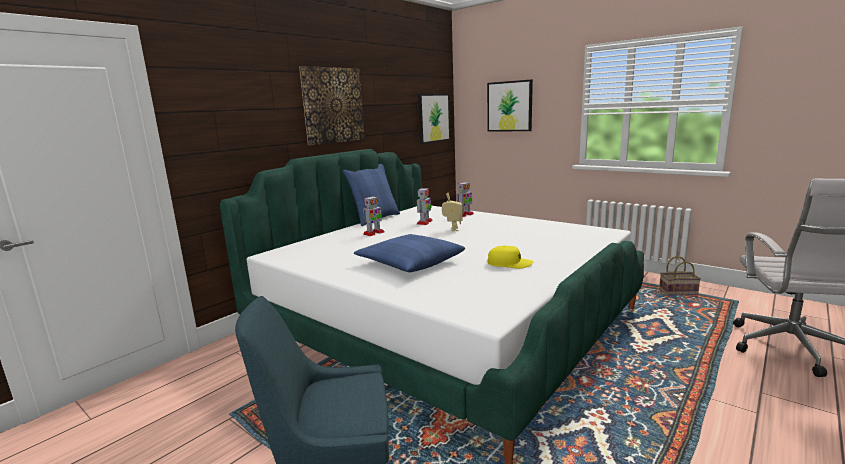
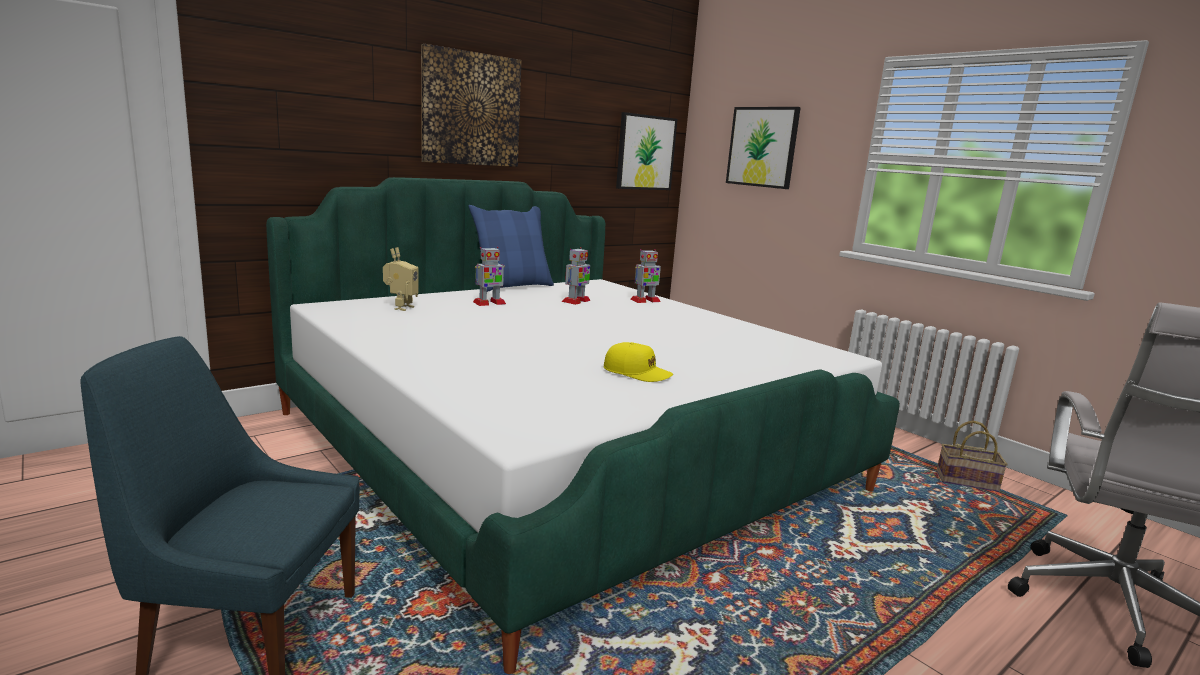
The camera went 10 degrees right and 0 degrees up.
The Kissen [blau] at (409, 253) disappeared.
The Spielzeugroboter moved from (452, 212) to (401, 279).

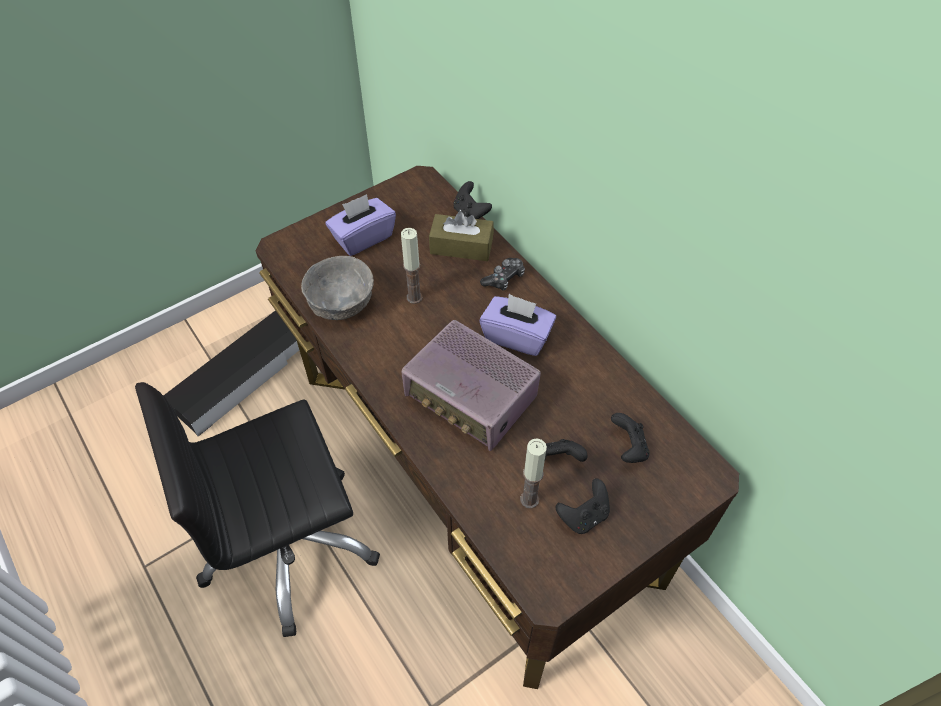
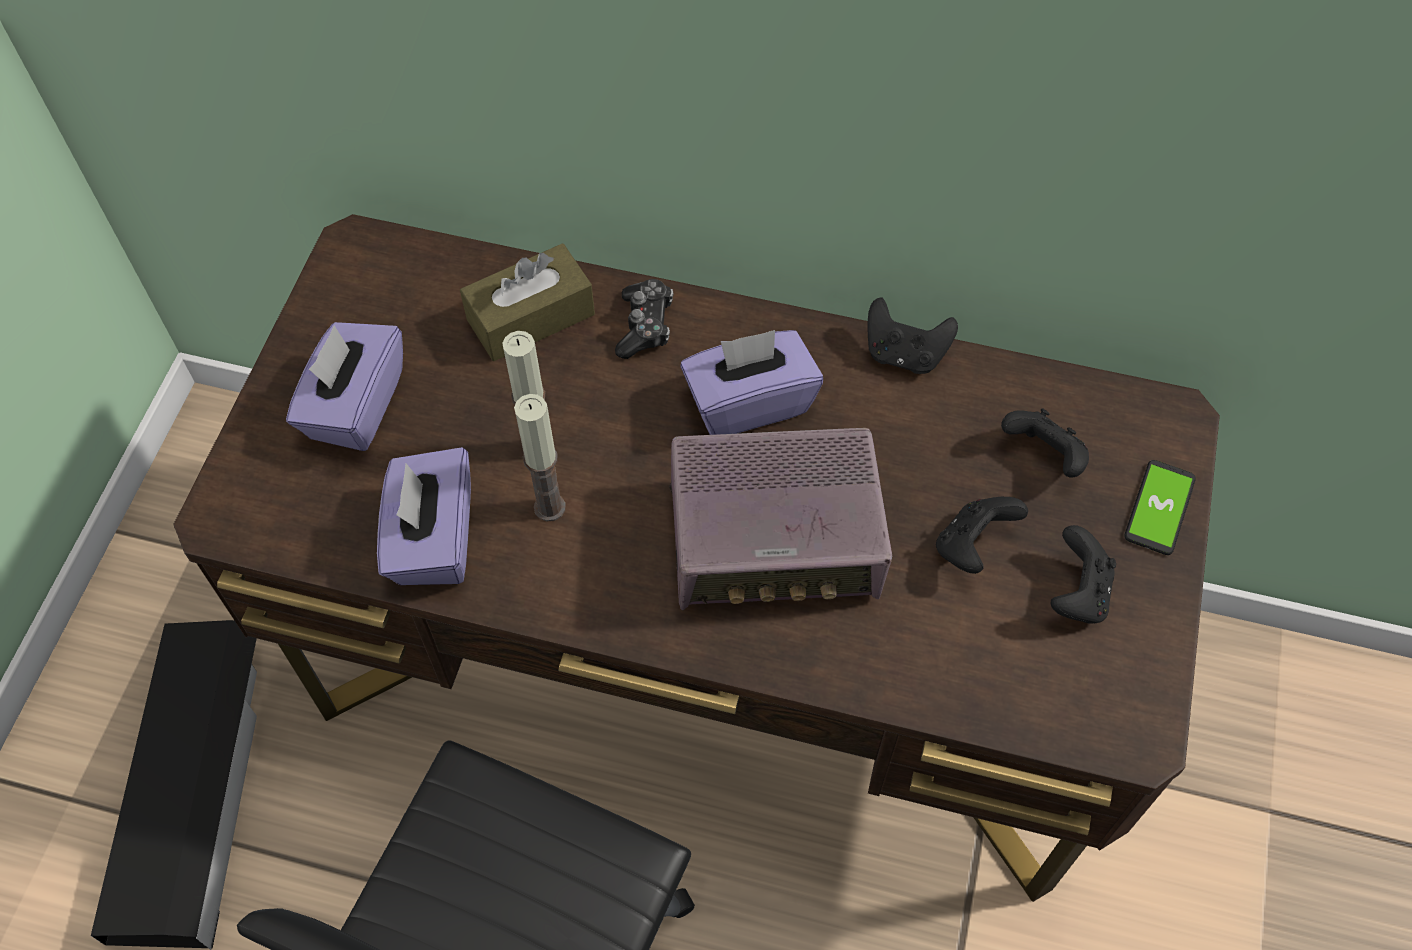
The camera went 40 degrees left and 5 degrees up.
The Handy at (1160, 507) appeared.
The Gamepad [schwarz] moved from (473, 200) to (912, 336).
The Kerze moved from (533, 473) to (540, 457).
The Schüssel [grau] at (337, 288) was replaced by the Taschentuchbox [lila] at (424, 516).

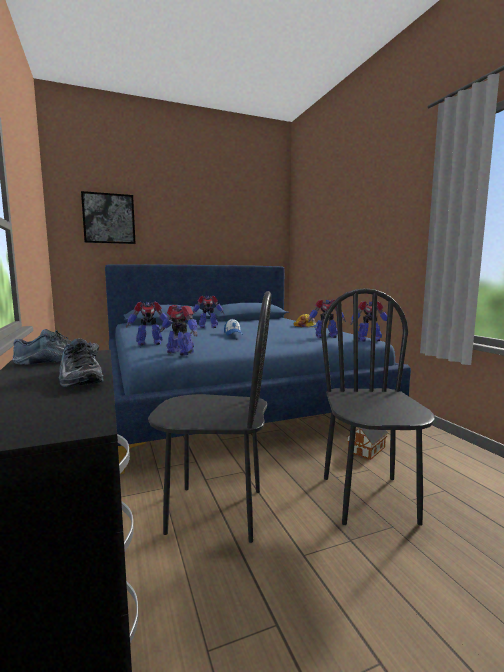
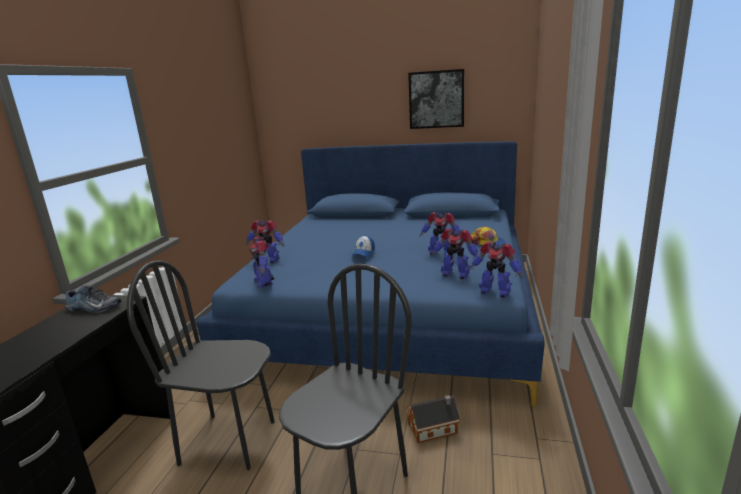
The camera went 35 degrees right and 10 degrees up.
The Schuh at (81, 362) disappeared.
The Bild moved from (108, 217) to (436, 99).
The Spielzeugroboter moved from (208, 312) to (440, 233).
The Stuhl [schwarz] at (209, 417) turned 150 degrees clockwise.

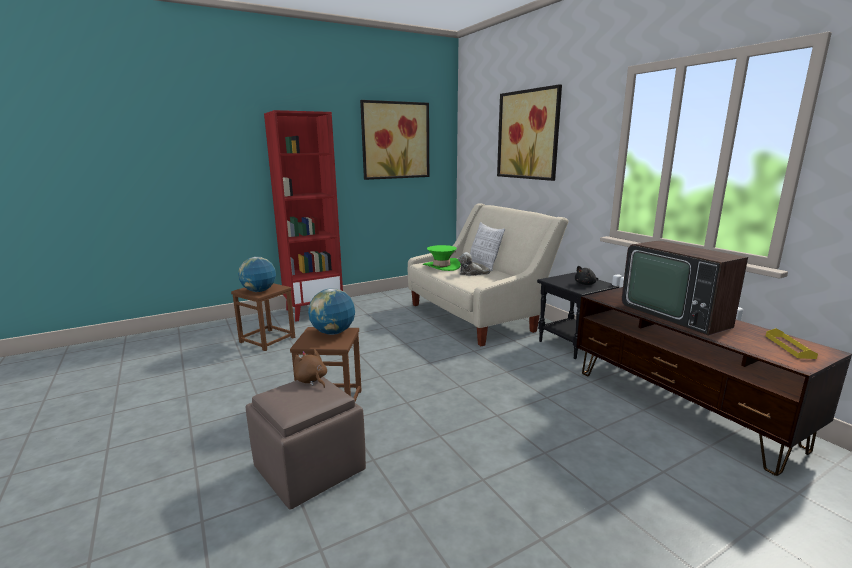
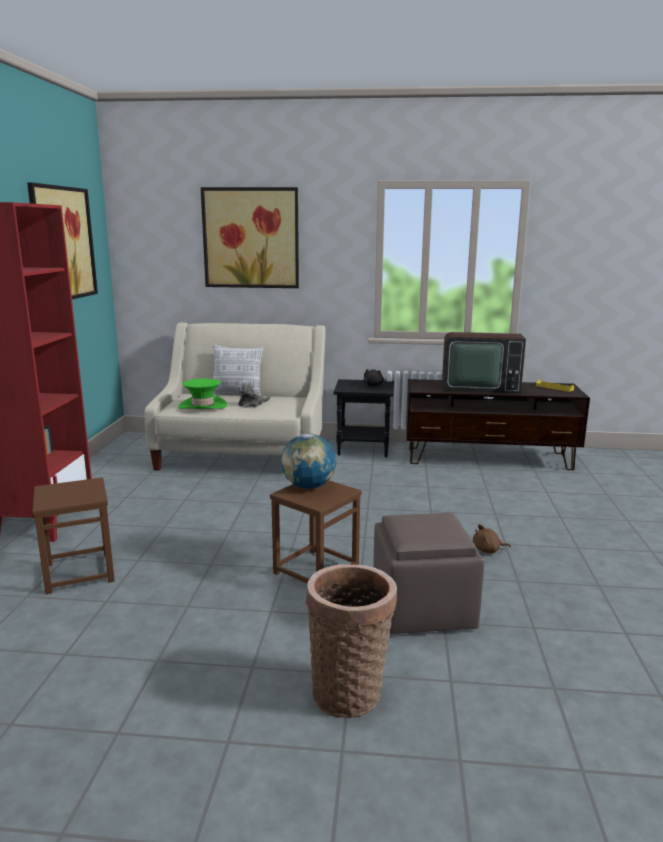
The camera went 55 degrees left and 0 degrees up.
The Globus at (257, 274) disappeared.
The Korb at (351, 641) appeared.
The Plüschtier [braun] moved from (310, 368) to (492, 538).

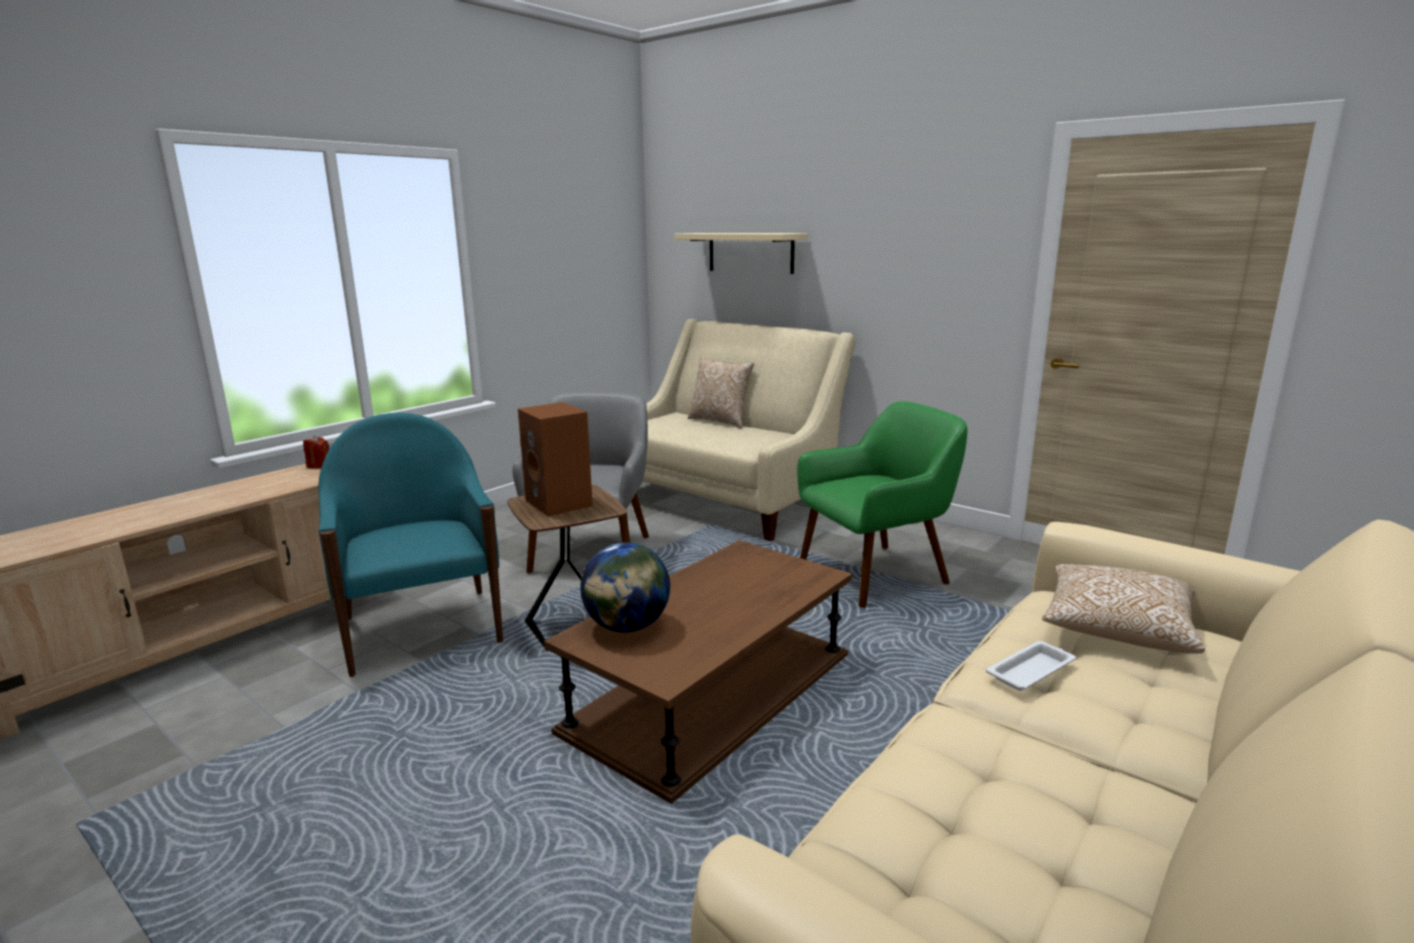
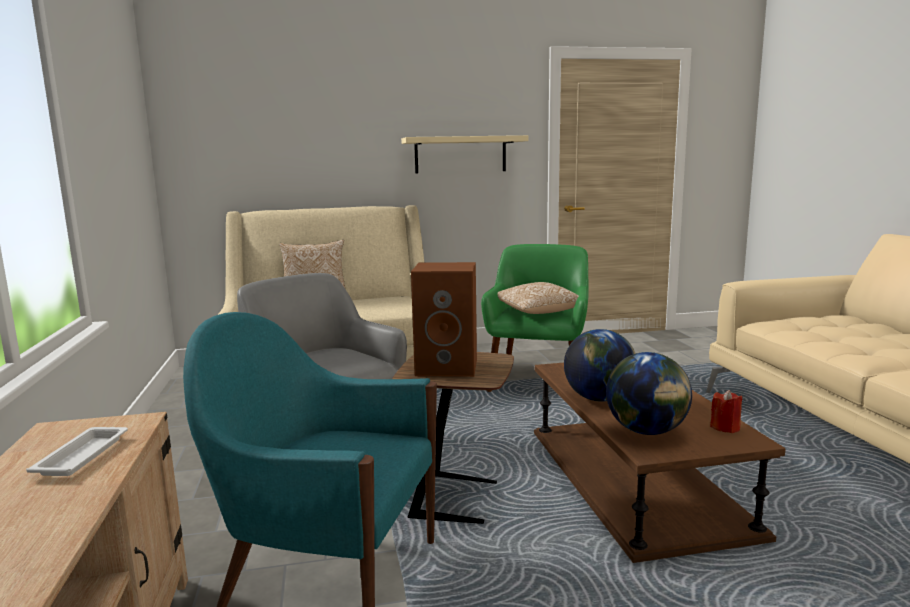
The camera went 50 degrees left and 5 degrees down.
The Globus at (600, 365) appeared.
The Kerze [rot] moved from (316, 452) to (726, 411).
The Wandregal [beige] moved from (740, 253) to (464, 154).
The Tablett [weiß] moved from (1031, 666) to (77, 451).
The Kissen moved from (1123, 609) to (538, 298).

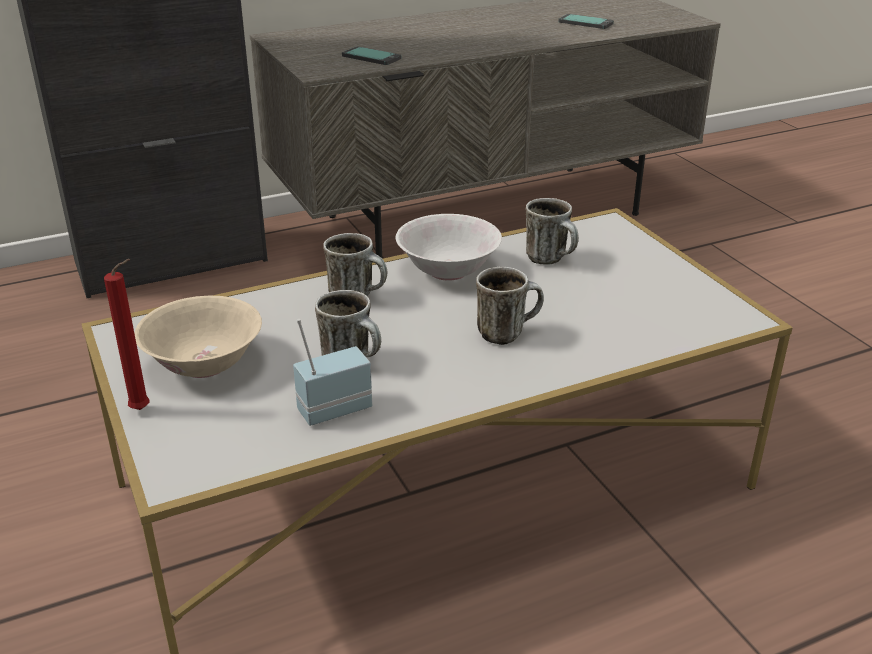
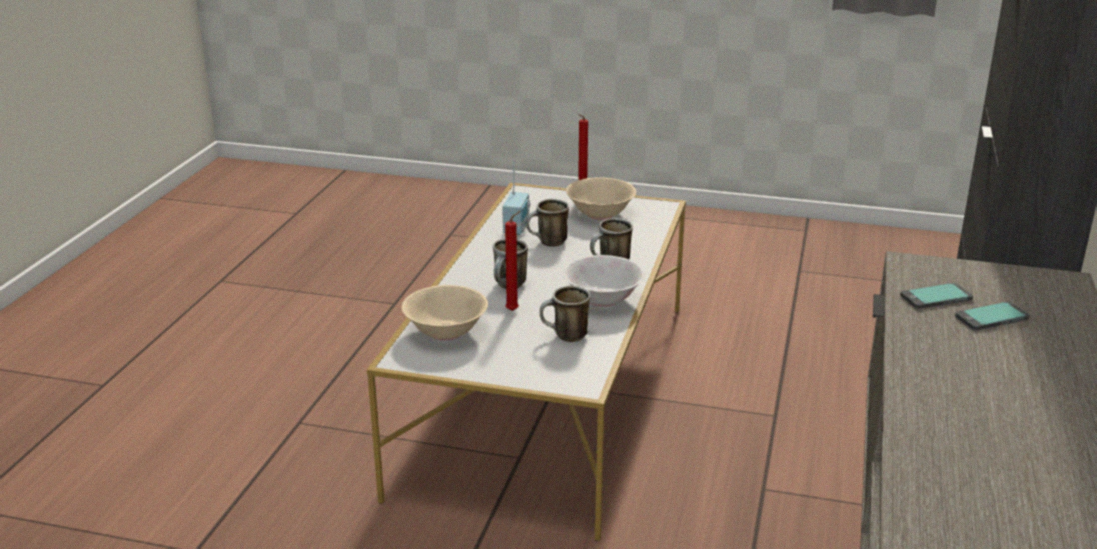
The camera went 130 degrees right and 5 degrees down.
The Schüssel [beige] at (445, 312) appeared.
The Kerze [rot] at (513, 261) appeared.
The Handy moved from (586, 21) to (992, 316).

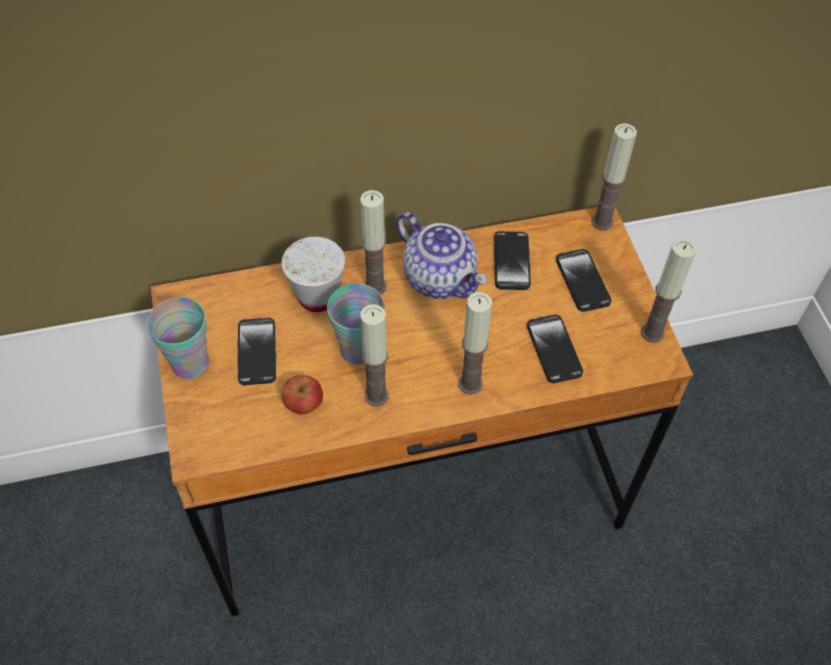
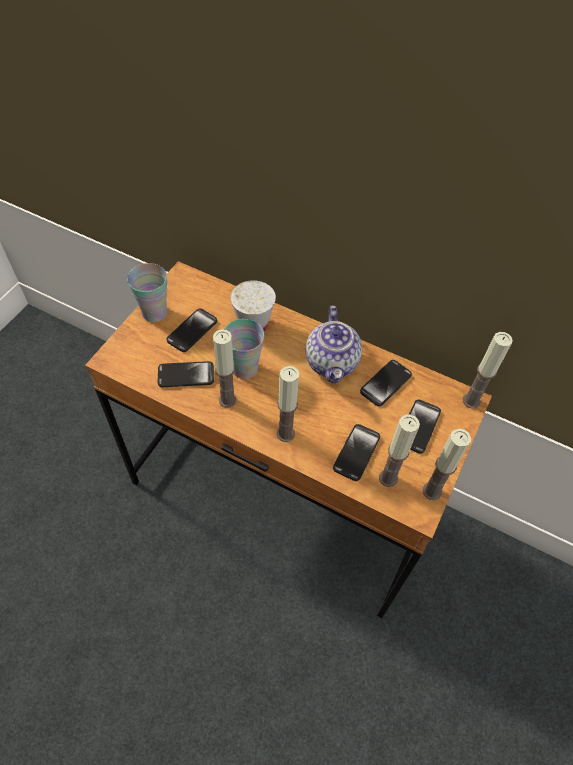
The camera went 40 degrees right and 0 degrees up.
The Kerze moved from (373, 242) to (399, 450).
The Apfel at (302, 395) was replaced by the Handy at (186, 374).

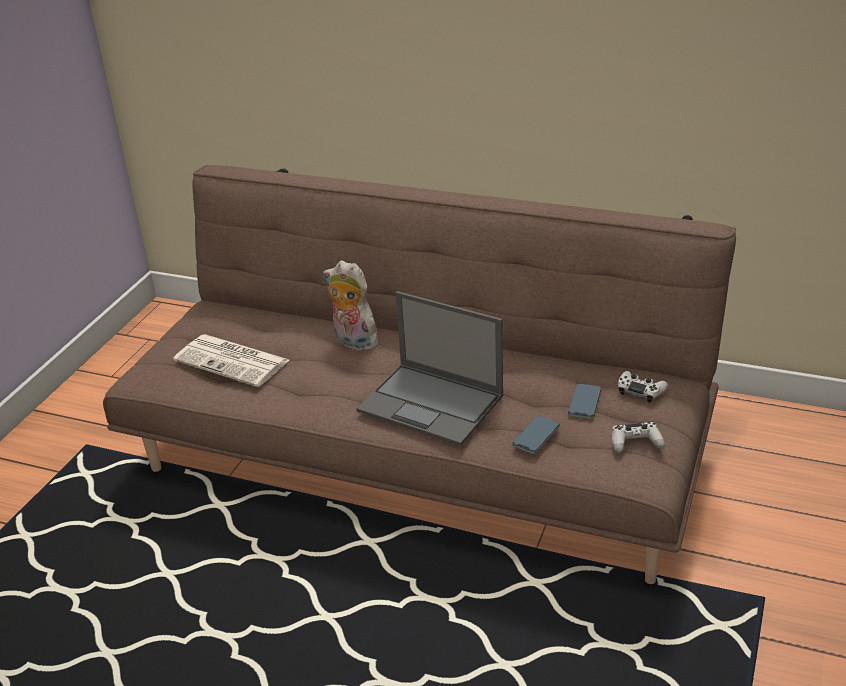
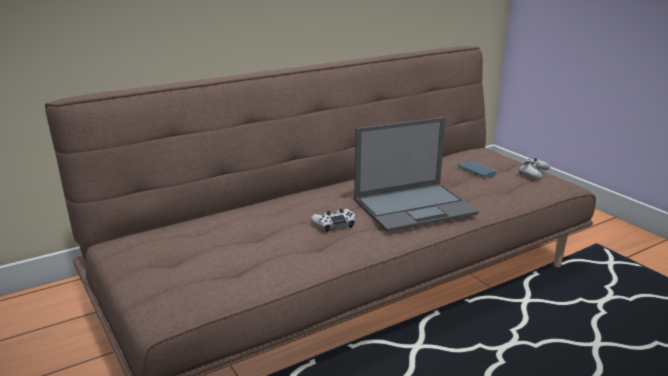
The camera went 55 degrees left and 10 degrees down.
The Zeitung at (231, 360) disappeared.
The Plüschtier at (352, 305) disappeared.
The Handy at (536, 435) disappeared.
The Gamepad [weiß] moved from (643, 387) to (333, 220).

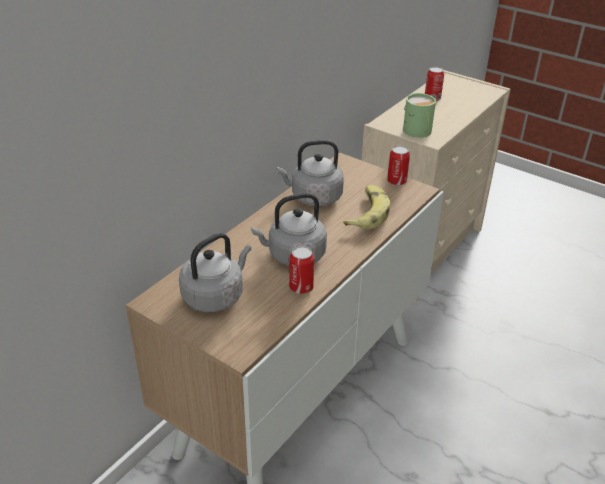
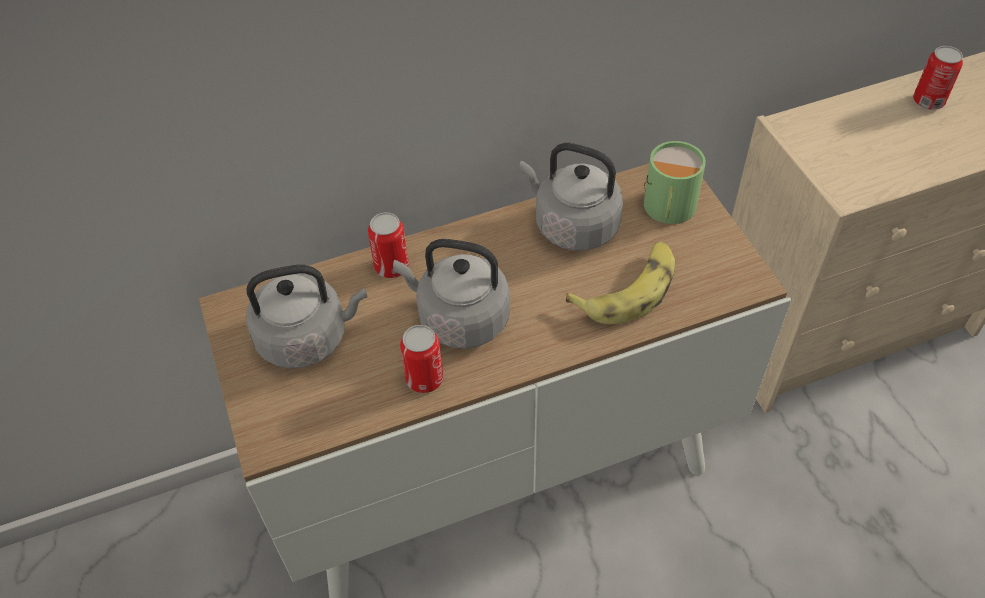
The camera went 35 degrees right and 15 degrees up.
The Dose moved from (398, 166) to (388, 245).
The Henkelbecher [grün] moved from (419, 115) to (675, 182).

